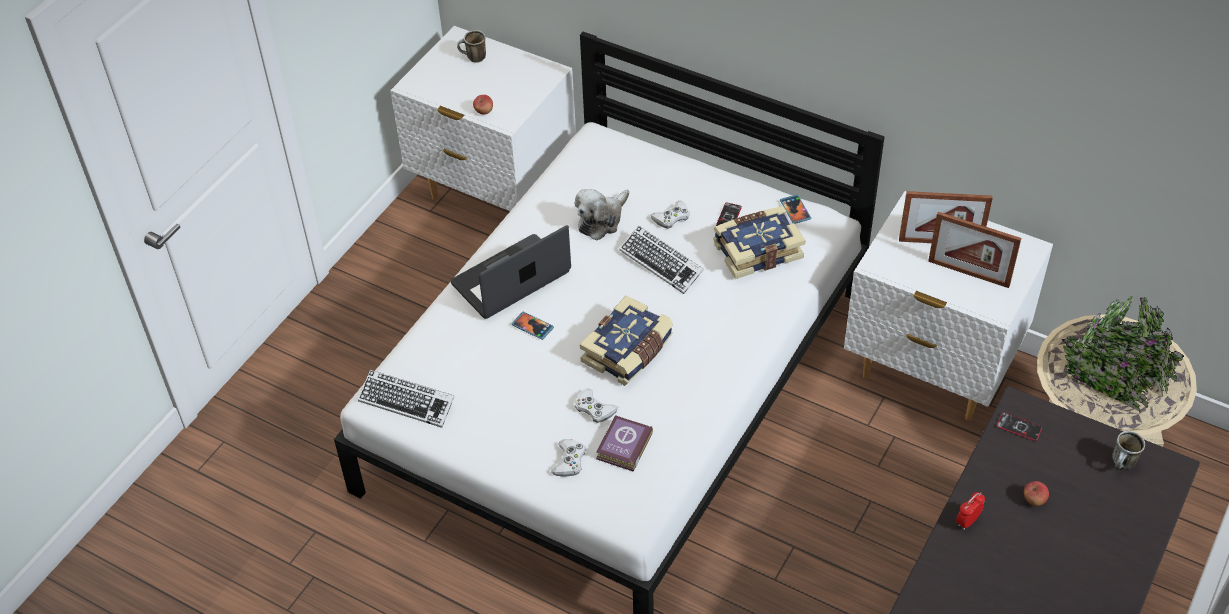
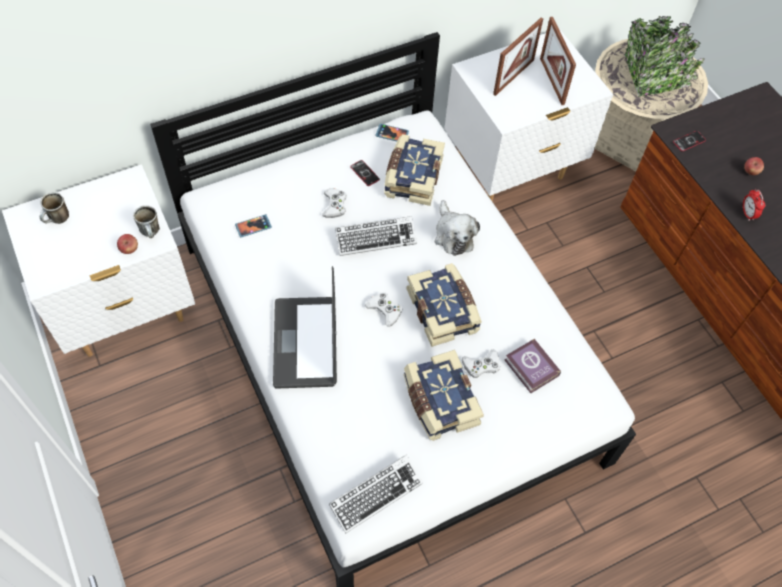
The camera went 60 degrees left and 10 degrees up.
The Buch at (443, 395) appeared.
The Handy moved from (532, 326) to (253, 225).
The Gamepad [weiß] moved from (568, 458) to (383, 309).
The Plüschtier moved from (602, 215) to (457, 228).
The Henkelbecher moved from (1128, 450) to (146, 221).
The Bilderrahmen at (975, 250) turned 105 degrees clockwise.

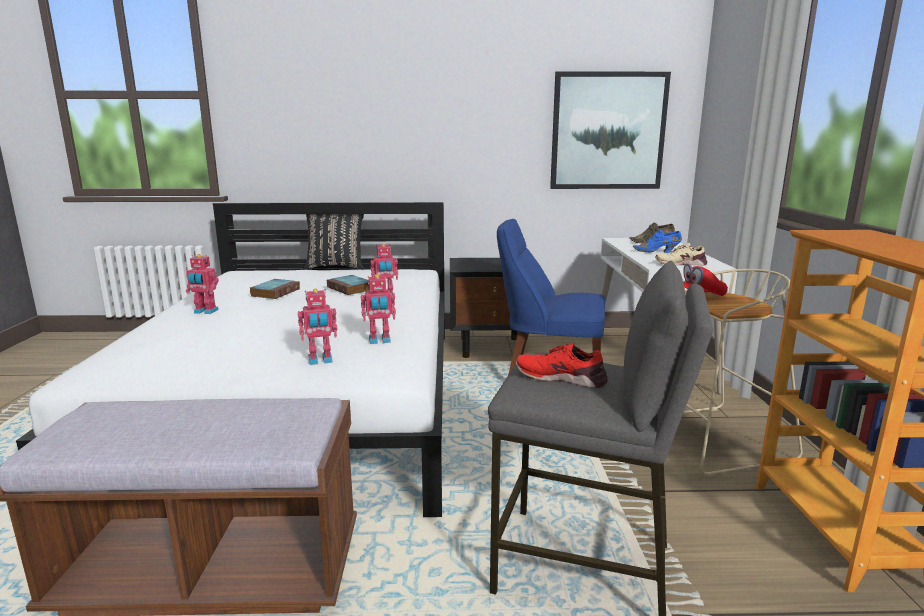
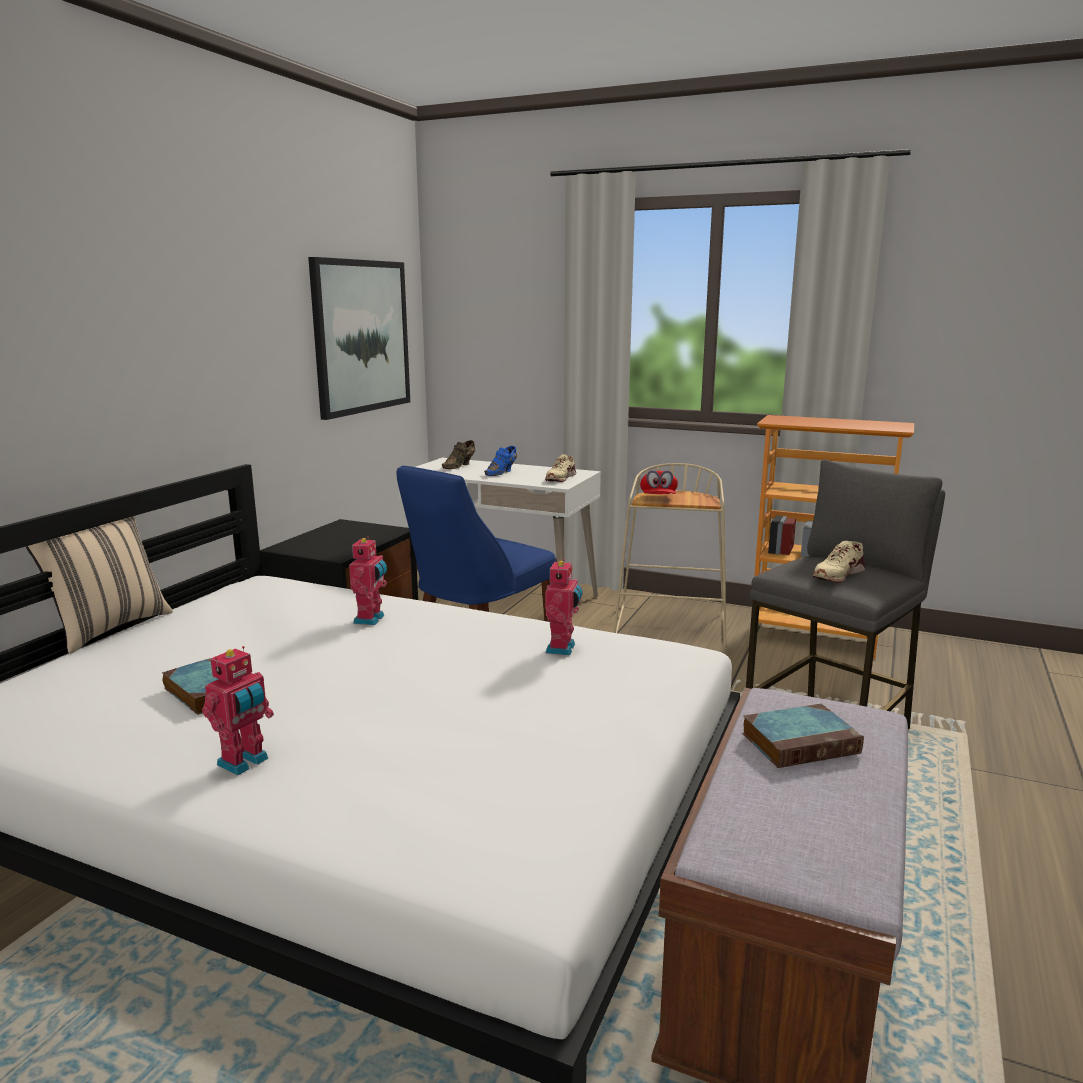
The camera went 65 degrees left and 0 degrees up.
The Spielzeugroboter at (317, 327) disappeared.
The Buch moved from (348, 285) to (803, 736).
The Kissen [schwarz] at (334, 242) became the Kissen [beige] at (99, 585).
The Schuh [rot] at (561, 365) became the Schuh [beige] at (839, 562).

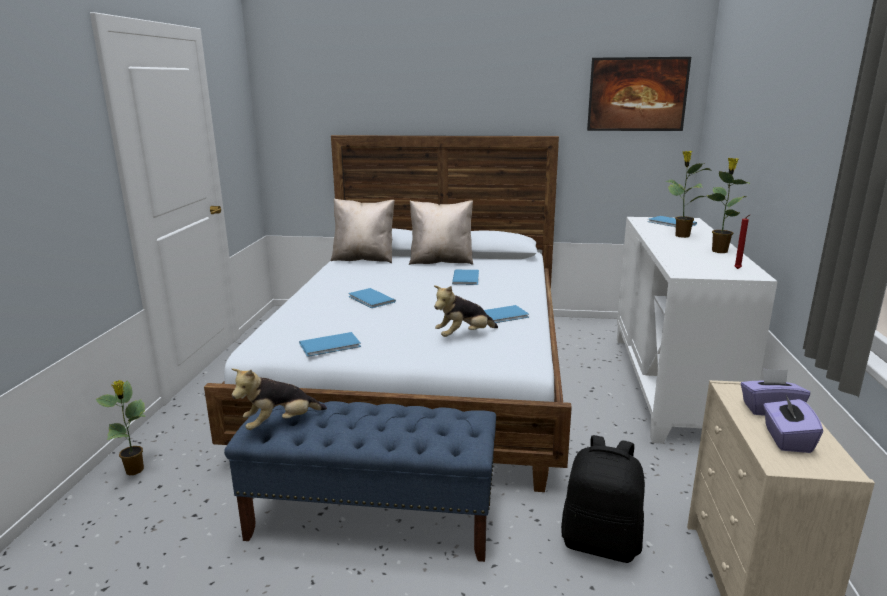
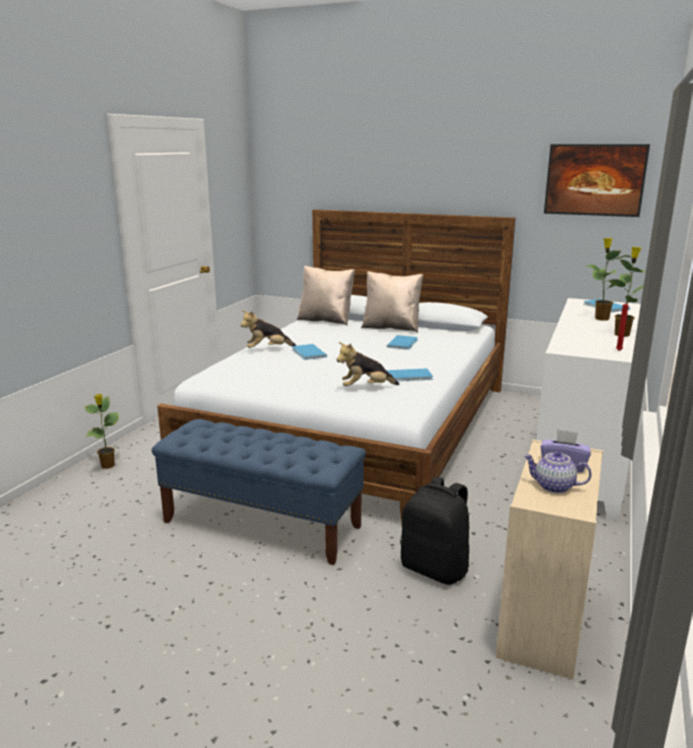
The camera went 15 degrees right and 0 degrees up.
The Buch [blau] at (330, 344) disappeared.
The Plüschtier moved from (279, 399) to (268, 329).
The Taschentuchbox [lila] at (793, 424) was replaced by the Teekanne at (558, 472).

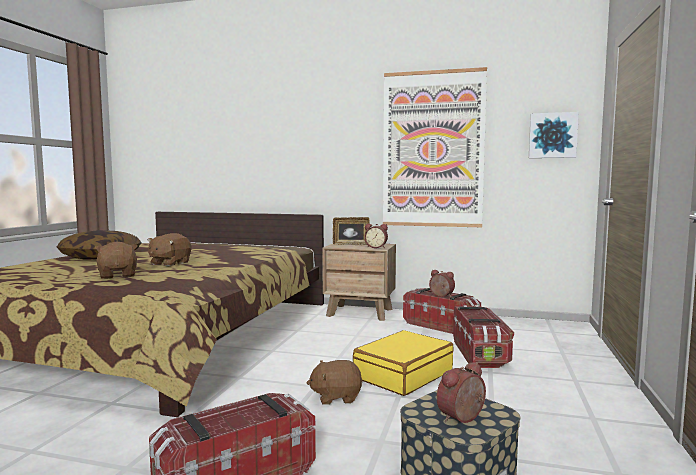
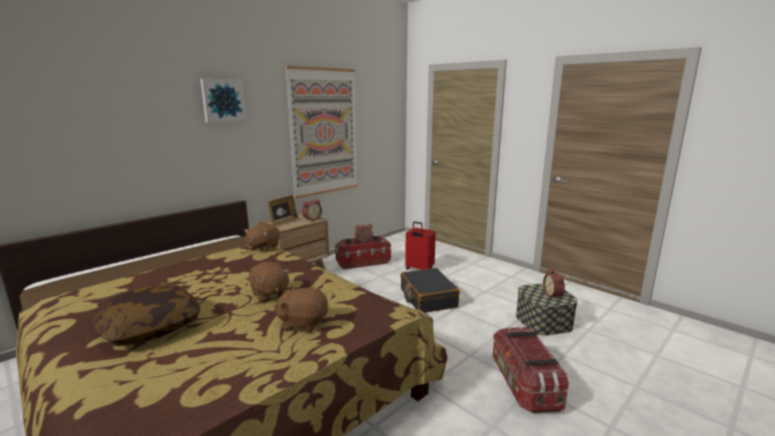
The camera went 60 degrees left and 10 degrees up.
The Plüschtier [braun] moved from (335, 382) to (262, 238).
The Bild moved from (554, 135) to (223, 100).
The Aufbewahrungsbox at (483, 336) was replaced by the Koffer [rot] at (420, 245).
The Koffer [gelb] at (403, 363) became the Koffer [schwarz] at (430, 290).

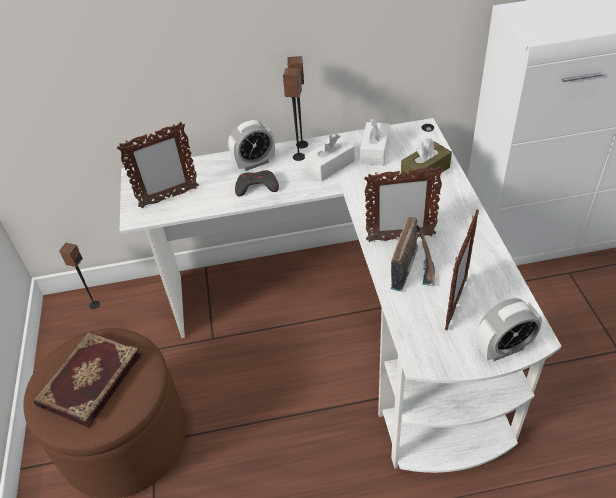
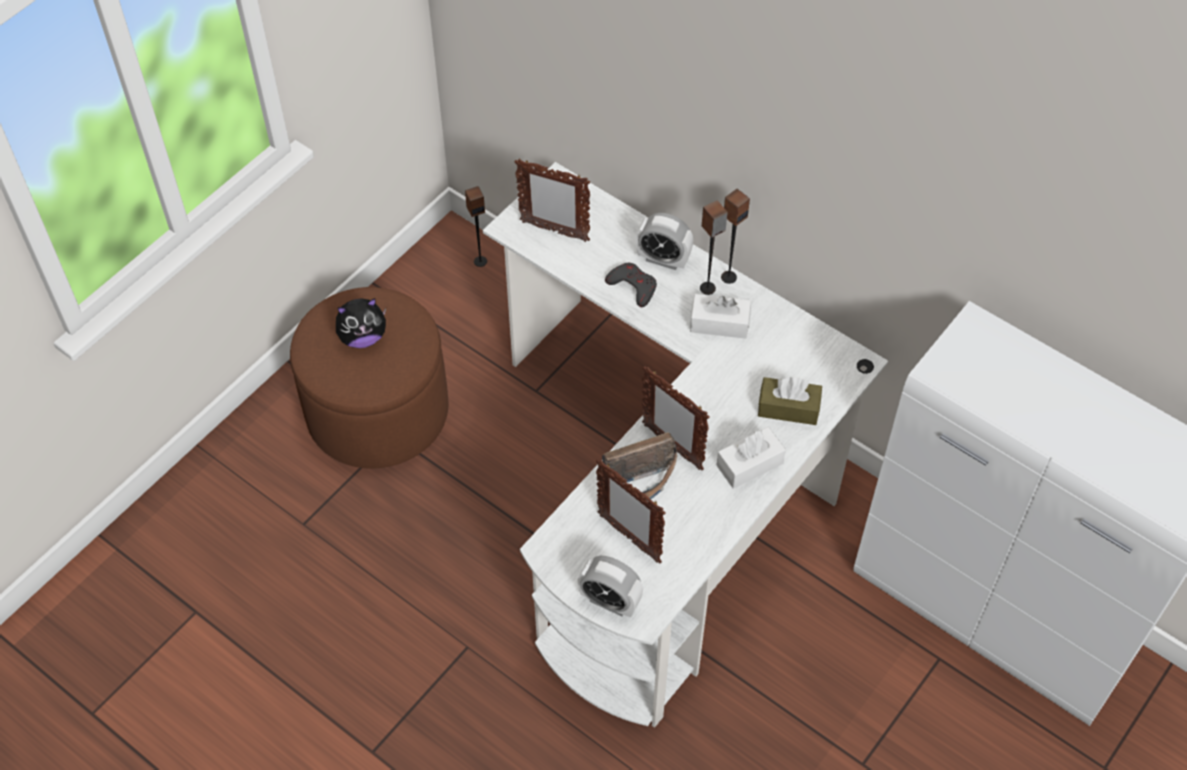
The camera went 45 degrees right and 10 degrees up.
The Taschentuchbox [weiß] moved from (375, 142) to (751, 458).
The Buch at (87, 379) was replaced by the Plüschtier at (361, 323).
The Bilderrahmen at (462, 269) turned 60 degrees clockwise.

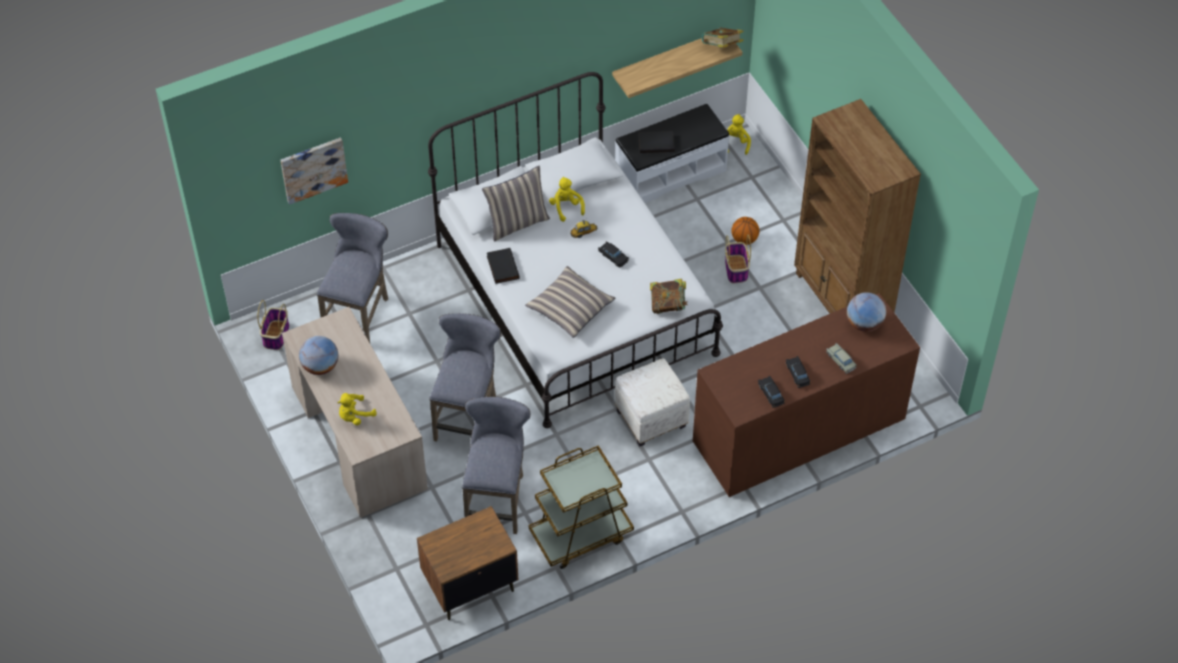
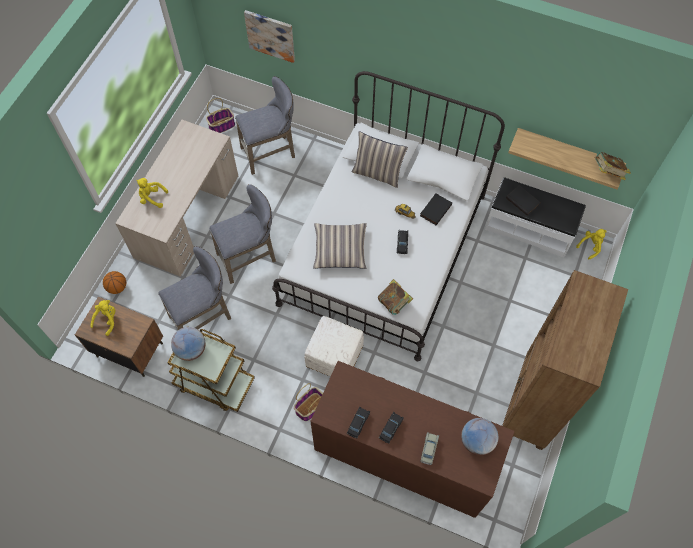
The camera went 50 degrees right and 10 degrees up.
The Globus moved from (318, 355) to (188, 344).
The Buch [schwarz] moved from (503, 266) to (436, 209).
The Plüschtier [gelb] moved from (567, 199) to (102, 318).
The Korb moved from (738, 259) to (308, 402).
The Basketball moved from (745, 231) to (114, 282).

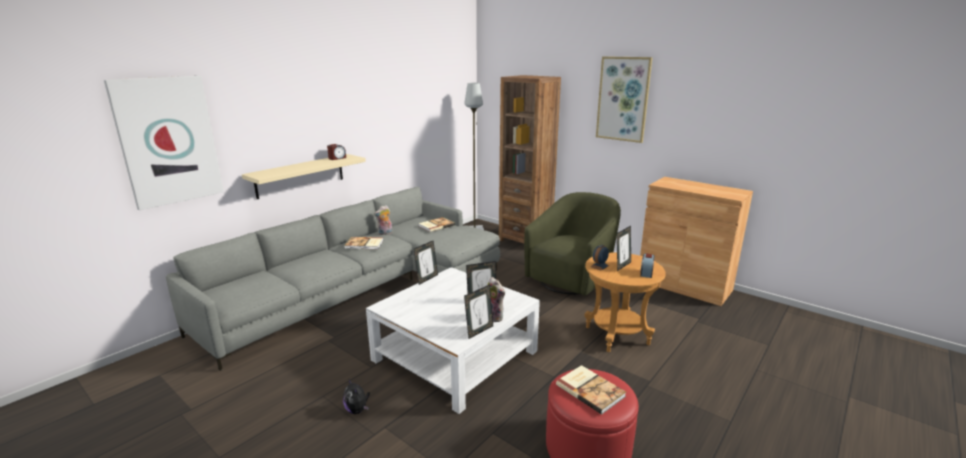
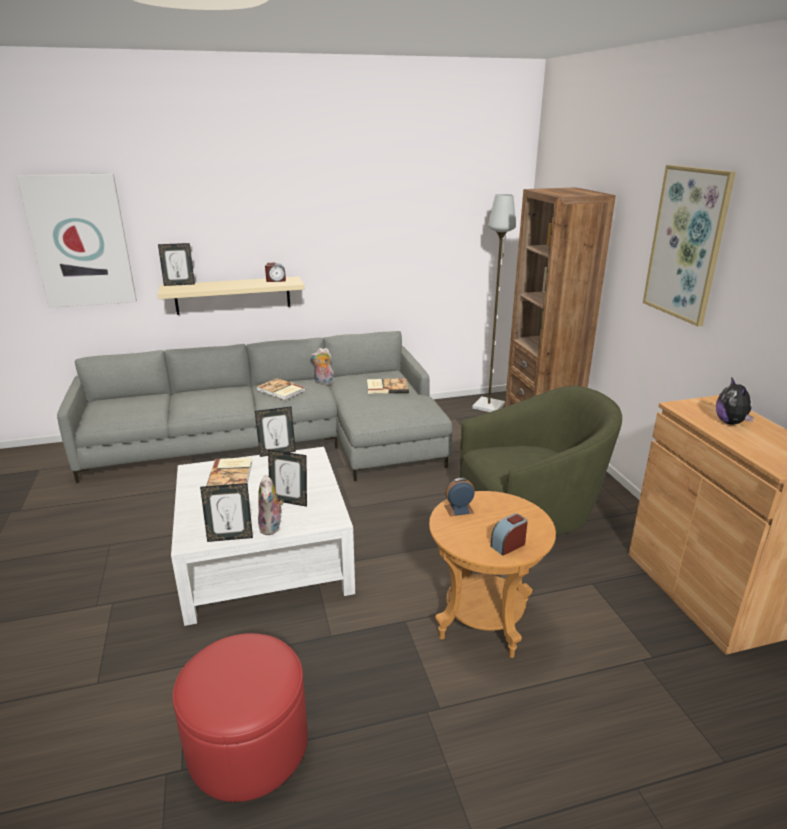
The camera went 35 degrees right and 5 degrees up.
The Plüschtier moved from (356, 396) to (735, 401).
The Buch moved from (591, 390) to (229, 471).
The Bilderrahmen moved from (624, 248) to (176, 264).

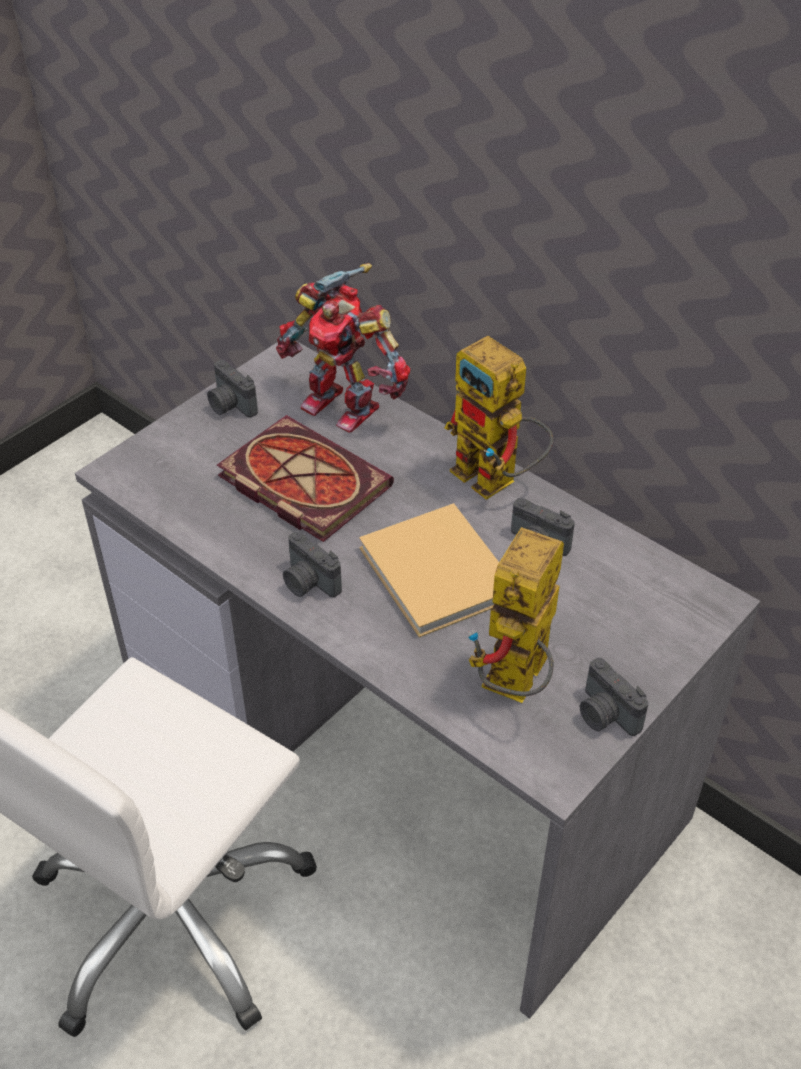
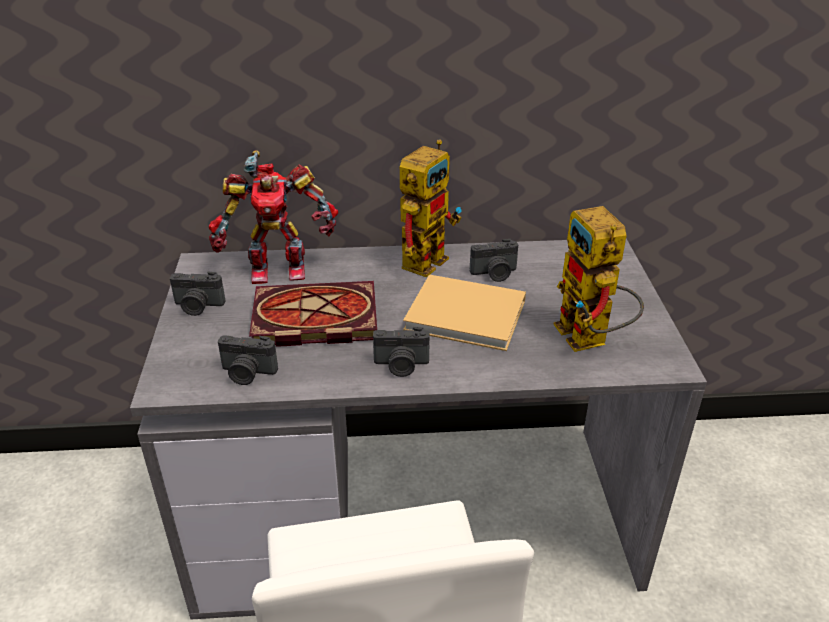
The camera went 45 degrees left and 10 degrees down.
The Kamera moved from (614, 696) to (248, 360).
The Spielzeugroboter at (499, 418) turned 60 degrees counterclockwise.

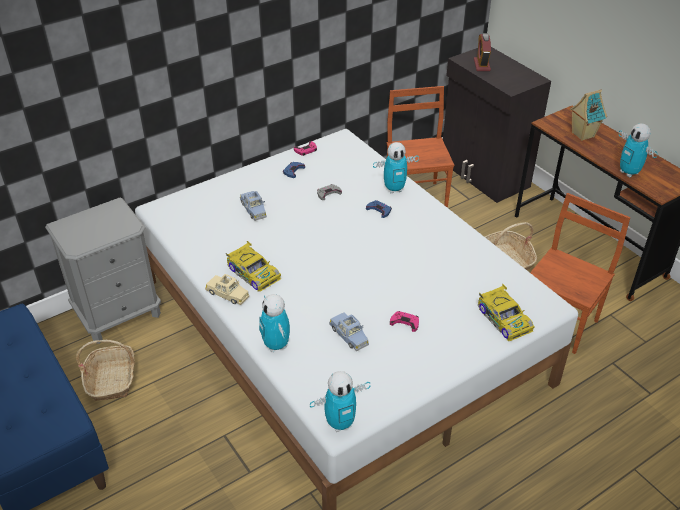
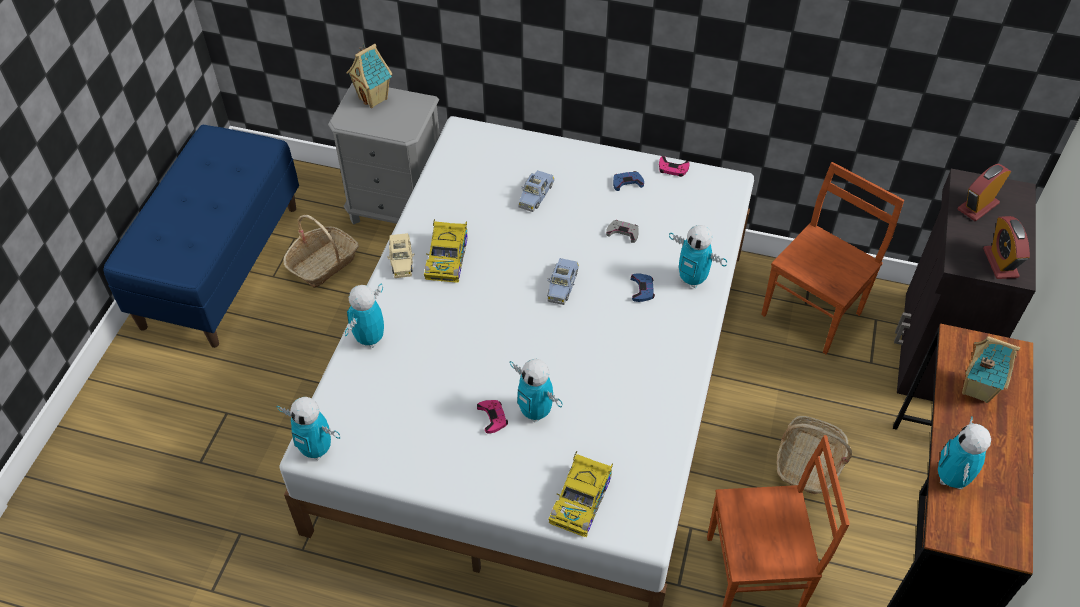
The camera went 50 degrees right and 10 degrees up.
The Spielzeughaus at (369, 76) appeared.
The Spielzeugroboter at (536, 391) appeared.
The Wecker at (1006, 247) appeared.
The Spielzeugauto [blau] moved from (349, 331) to (563, 281).

